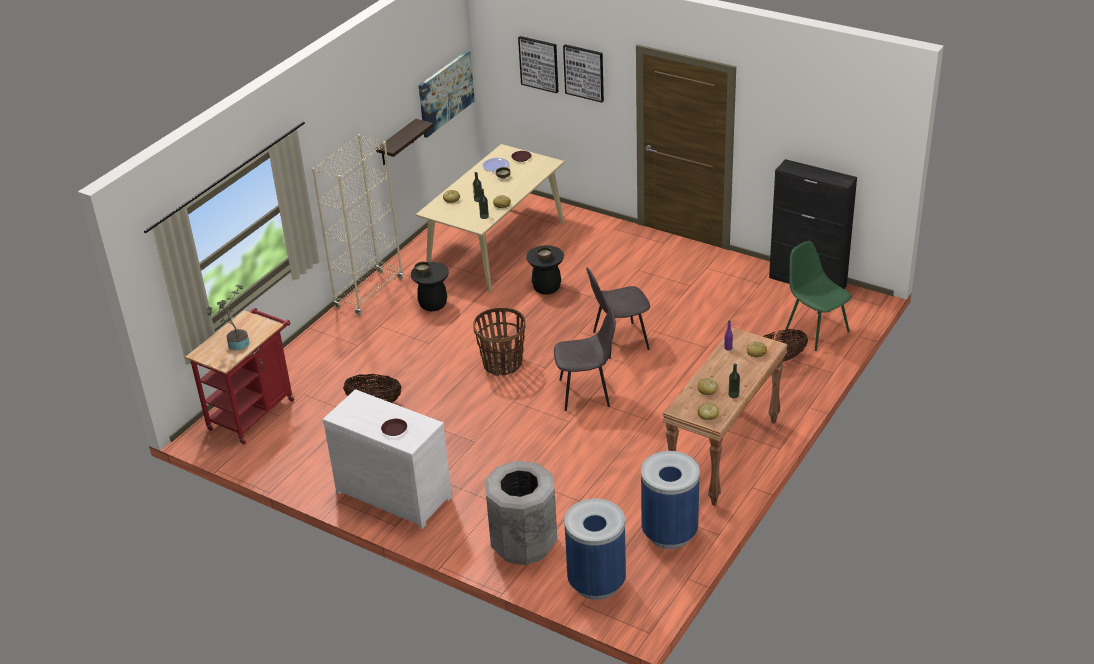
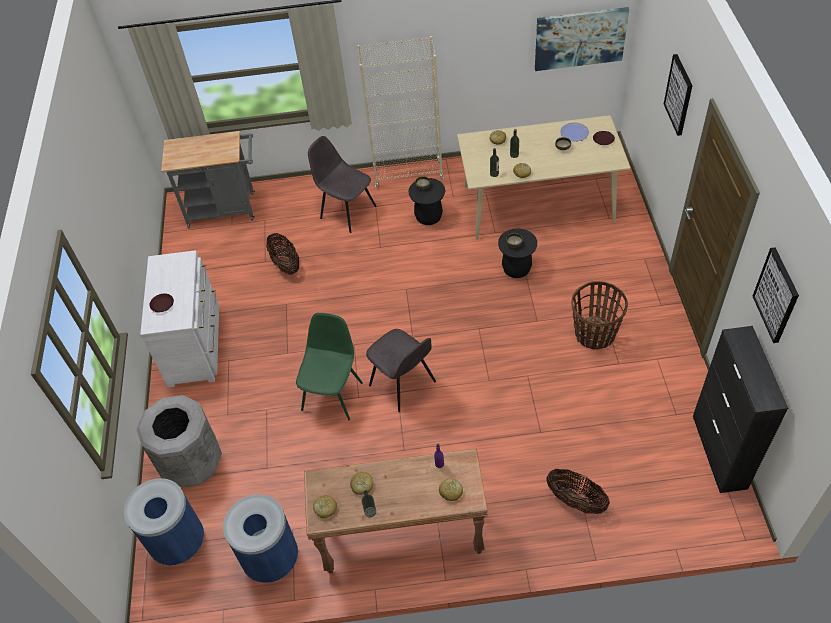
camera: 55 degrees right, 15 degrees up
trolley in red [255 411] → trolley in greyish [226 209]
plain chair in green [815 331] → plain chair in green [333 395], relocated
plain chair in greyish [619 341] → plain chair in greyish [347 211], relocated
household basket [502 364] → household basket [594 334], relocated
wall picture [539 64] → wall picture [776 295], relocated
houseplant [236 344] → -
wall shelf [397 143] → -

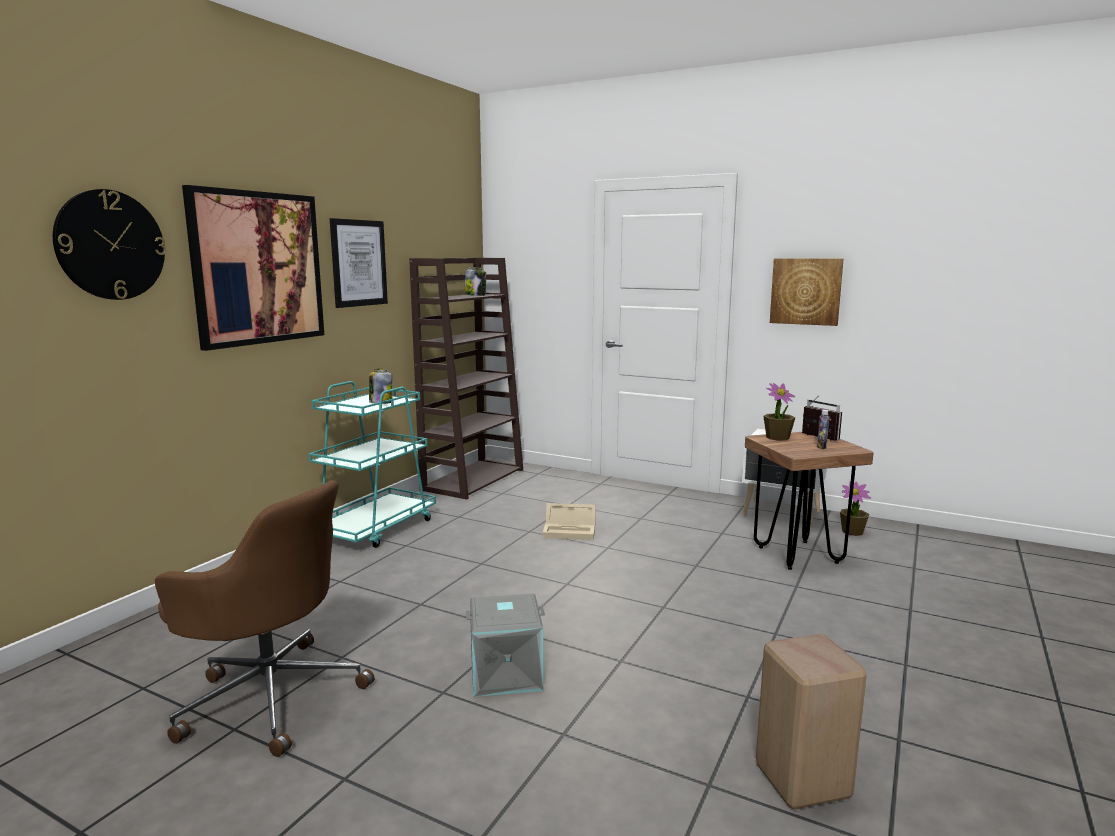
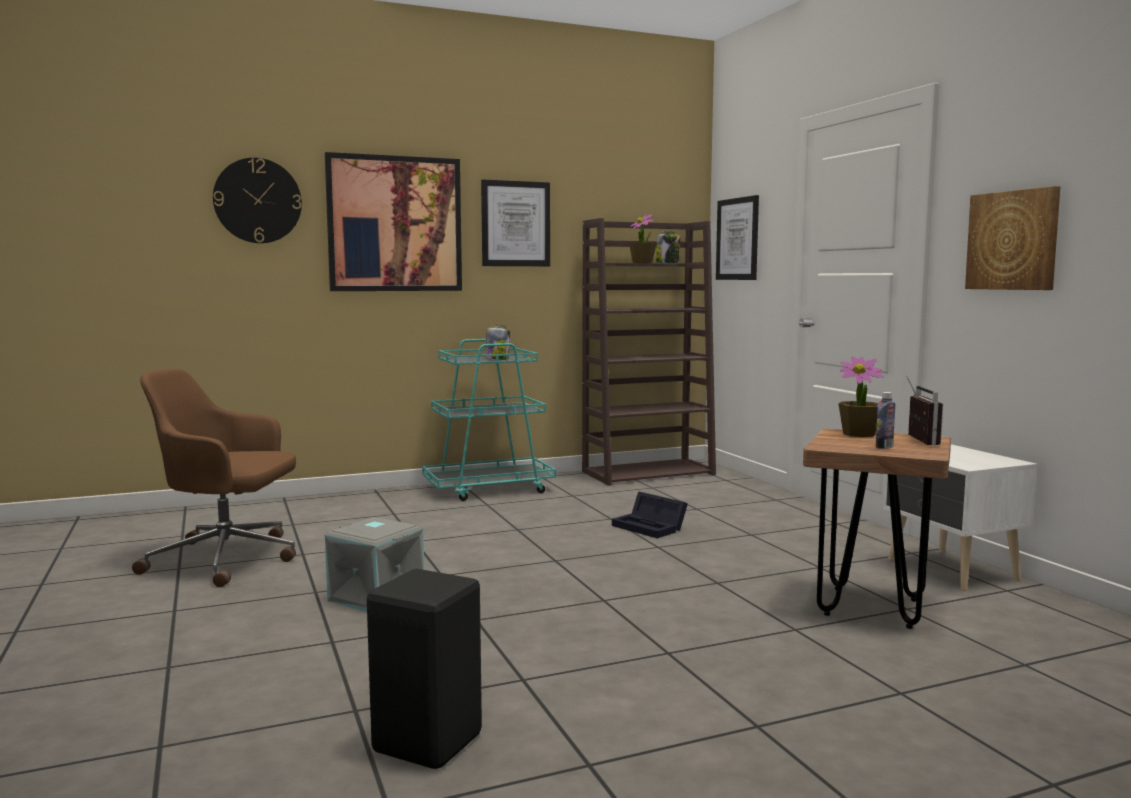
camera: 40 degrees right, 5 degrees down
desk chair in brown [271 695] → desk chair in brown [227 559], 120 degrees clockwise
stool in sand-coloured [801 783] → stool in black-coloured [424 743]
storage box in sand-coloured [571 531] → storage box in black-coloured [651 527]
houseplant [852 532] → houseplant [642 263], relocated
- → wall picture [737 239]

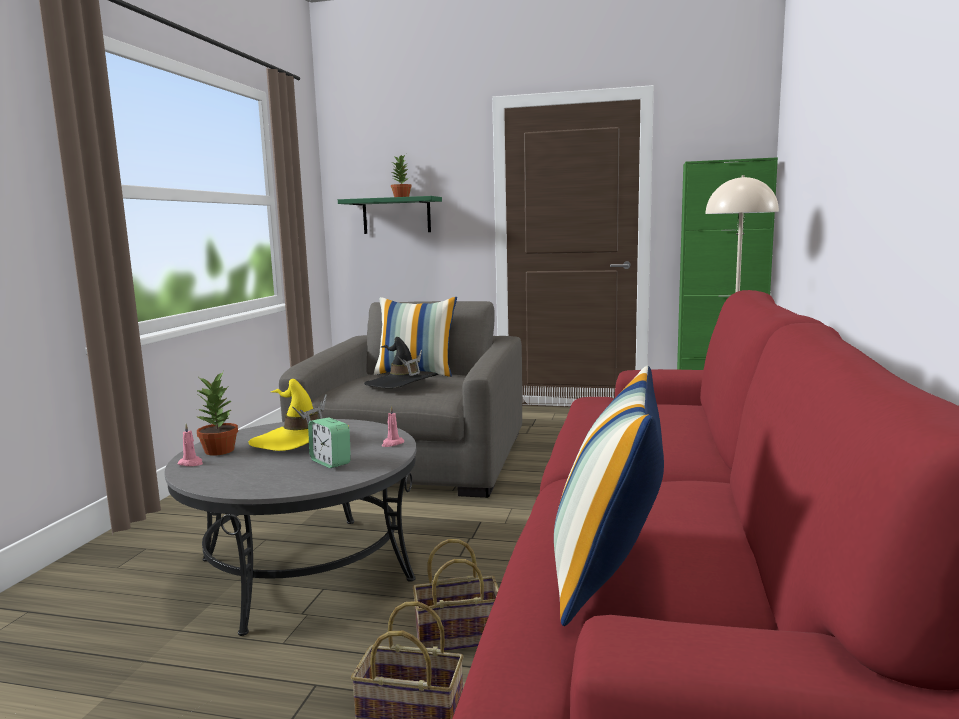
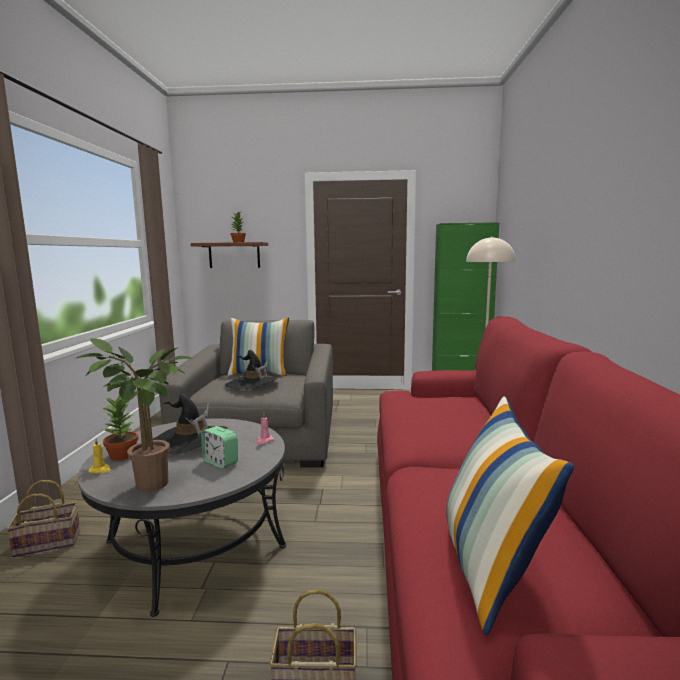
camera: 10 degrees left, 0 degrees up
household basket [460 635] → household basket [49 542], relocated
- → houseplant [147 487]
wax light in pink [191 463] → wax light in yellow-coloured [100 470]
hat in yellow-coloured [300 440] → hat in black-coloured [188 441]
wall shelf in green [396 216] → wall shelf in brown [234 255]

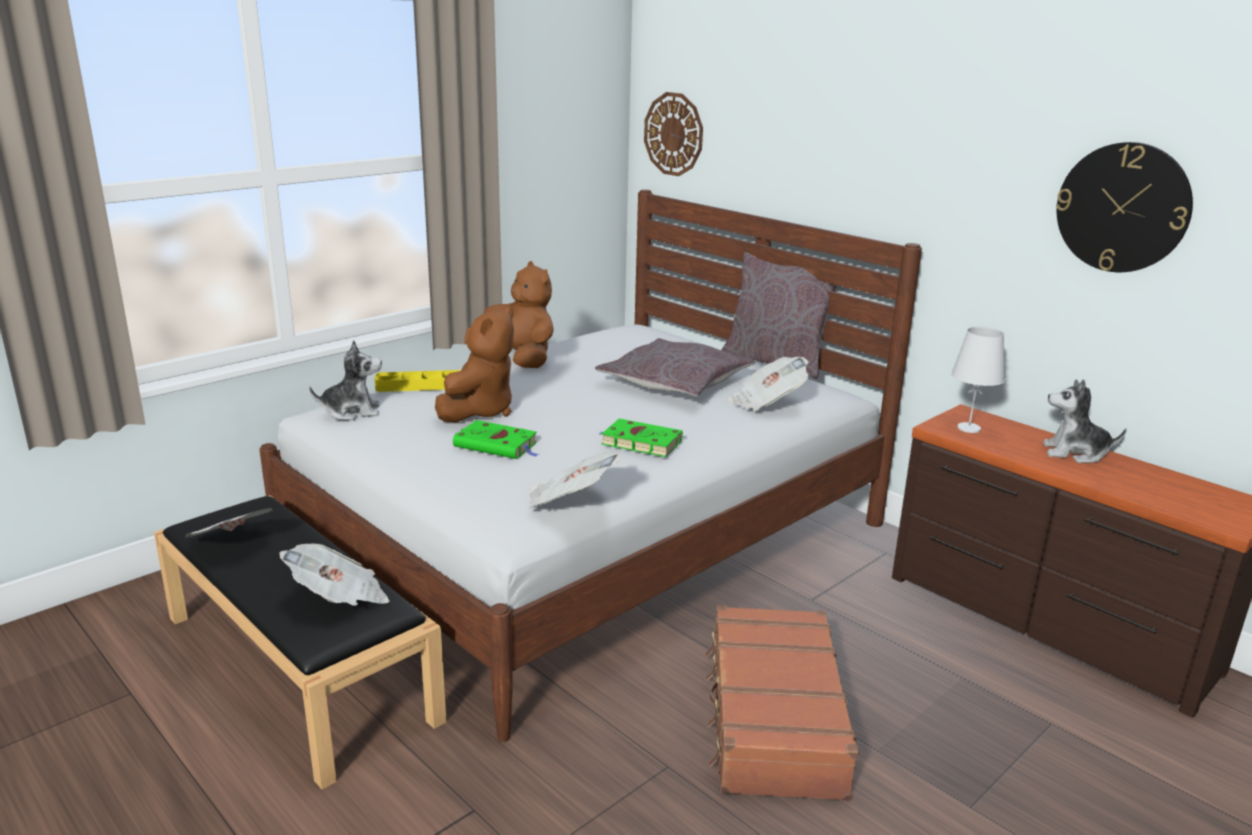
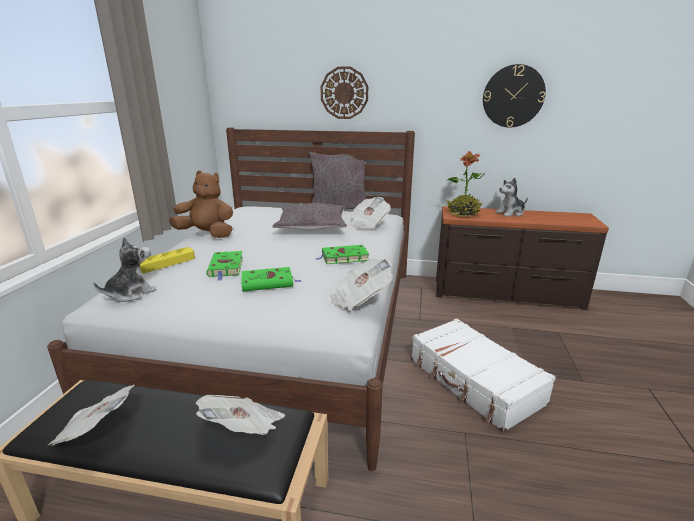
camera: 35 degrees left, 0 degrees up
plush toy in brown [479 411] → book in green [226 267]
hanging clock [673 134] → hanging clock [344 93], relocated
suitcase in brown [773 718] → suitcase in whitish [474 381]
lamp for a table in whitish [969 428] → houseplant [463 214]

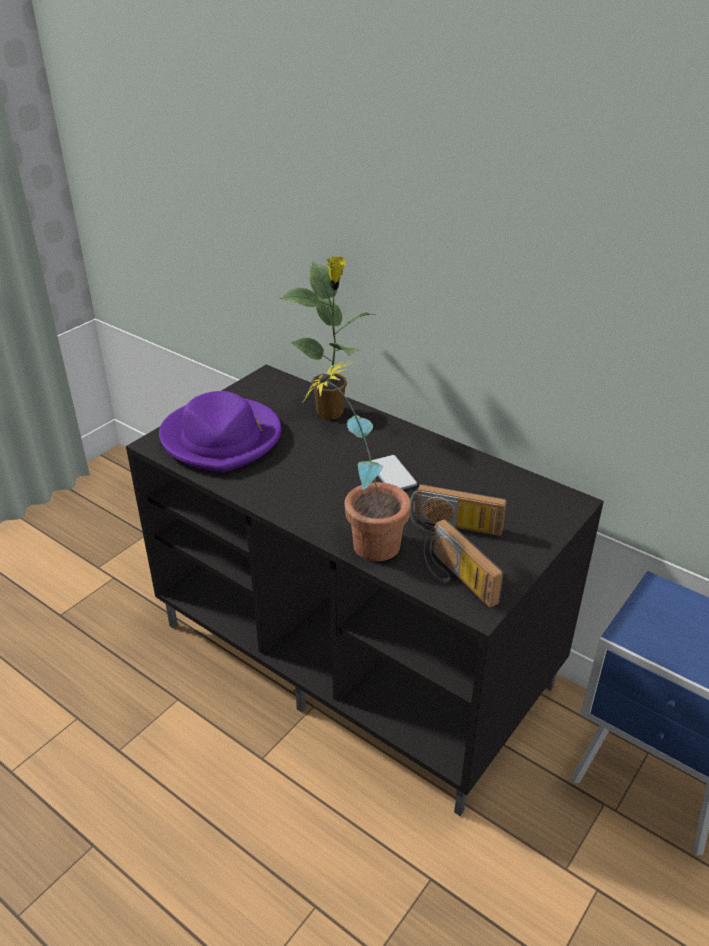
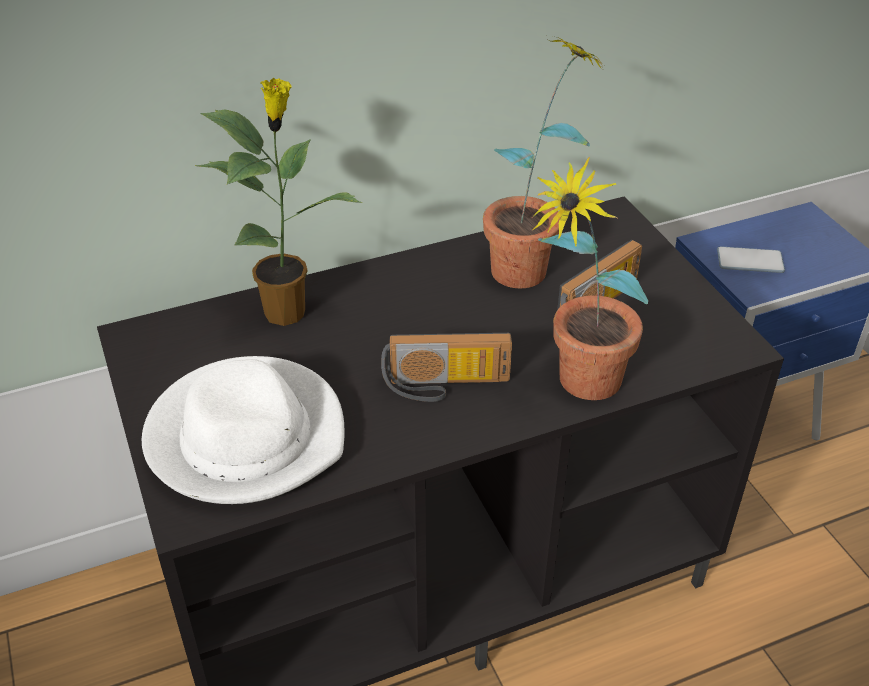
camera: 60 degrees left, 5 degrees up
hat in purple [222 438] → hat in whitish [246 435]
radio receiver [455 579] → radio receiver [446 386], relocated
- → houseplant [532 264]
handset [392 474] → handset [750 261], relocated

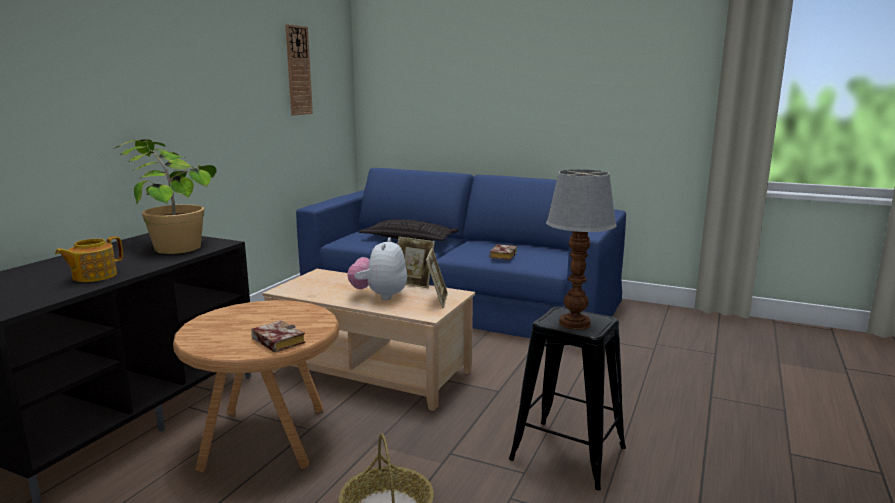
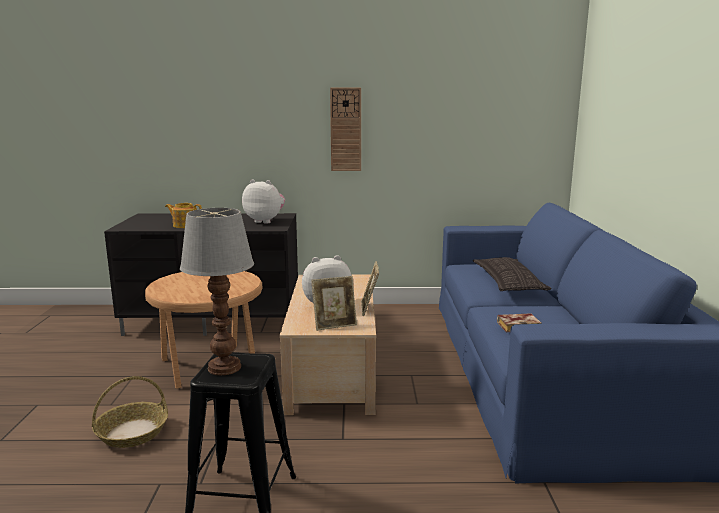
camera: 65 degrees right, 0 degrees up
houseplant [171 243] → plush toy [265 221]
hanging clock [298 70] → hanging clock [345 129], relocated
book [276 341] → -

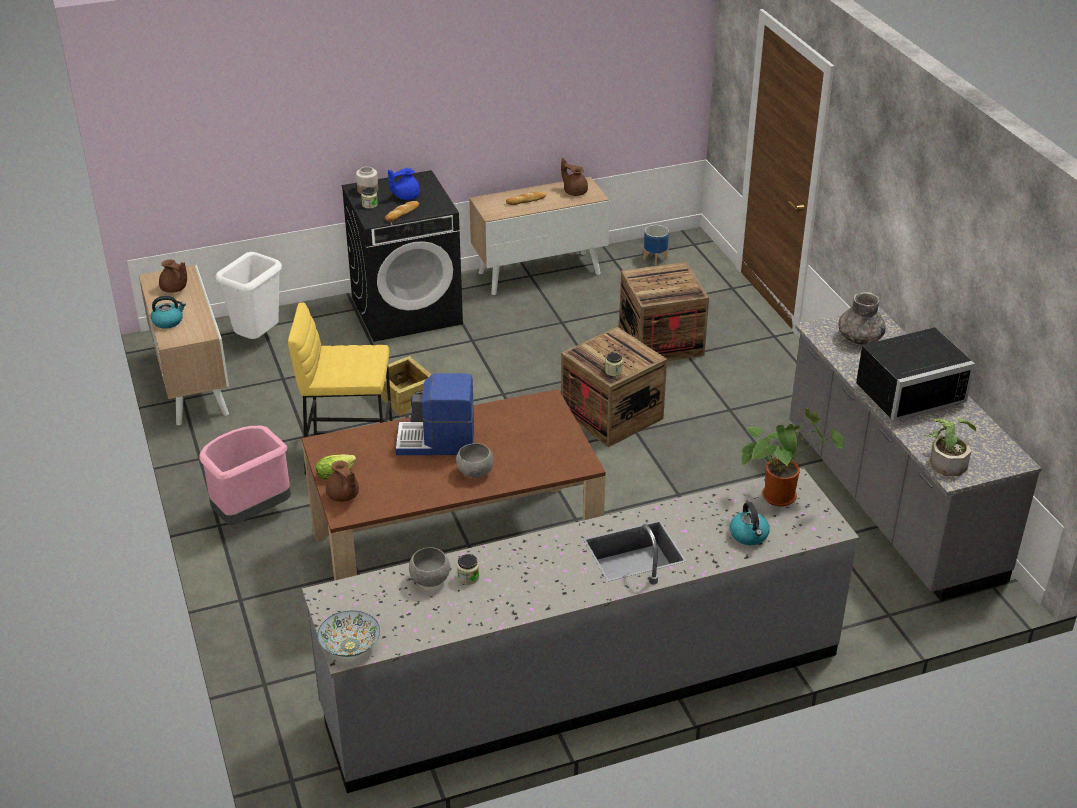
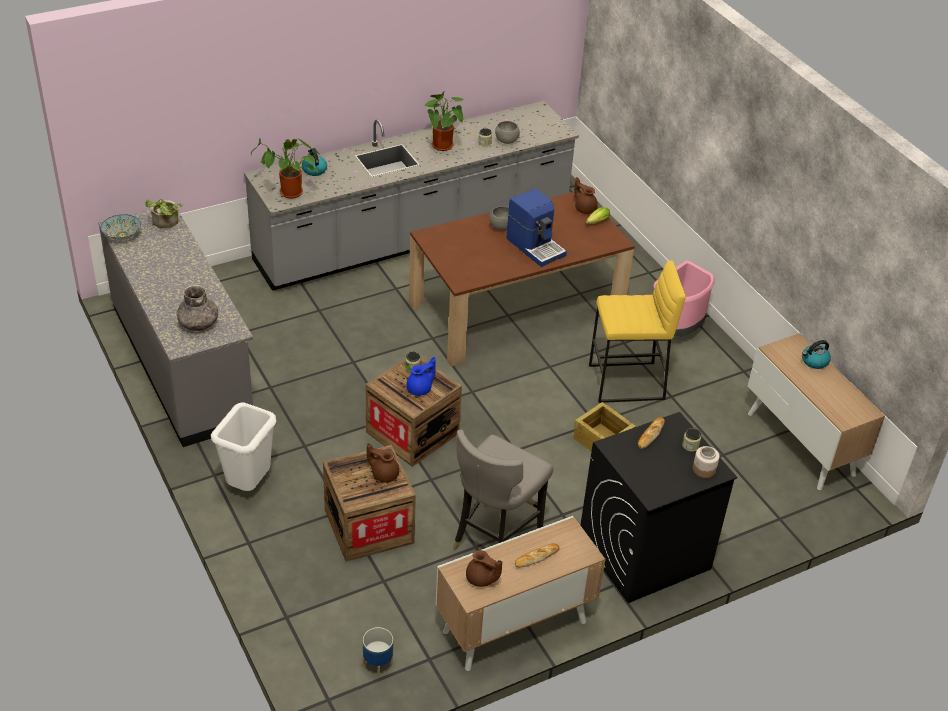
camera: 170 degrees right, 5 degrees up
deep dish [350 646] → deep dish [122 235], relocated
rubbish bin in whitish [258 339] → rubbish bin in whitish [248 486], relocated
tea pot in brown [174 289] → tea pot in brown [384 474], relocated
tea pot in blue [405 196] → tea pot in blue [420 389], relocated
- → houseplant [444 147]
- → stool in greyish [494 540]
coffee brewer [436 442] → coffee brewer [536 246], 60 degrees clockwise
microwave in black-coloured [906 390] → -

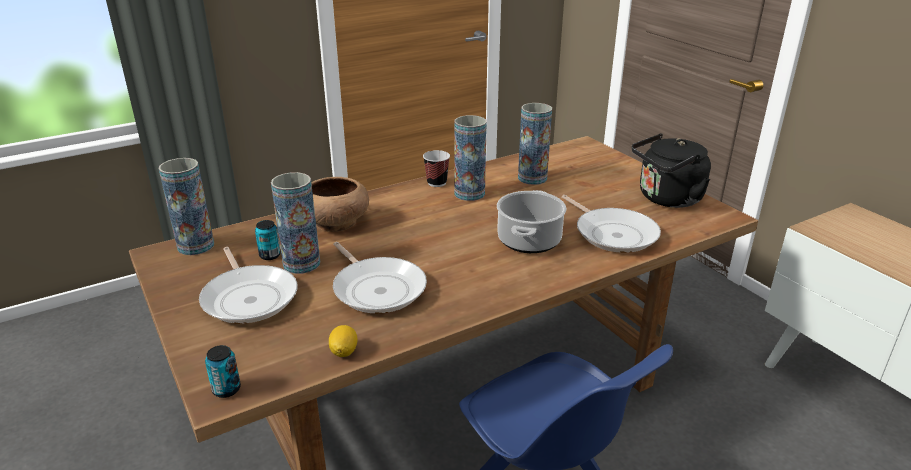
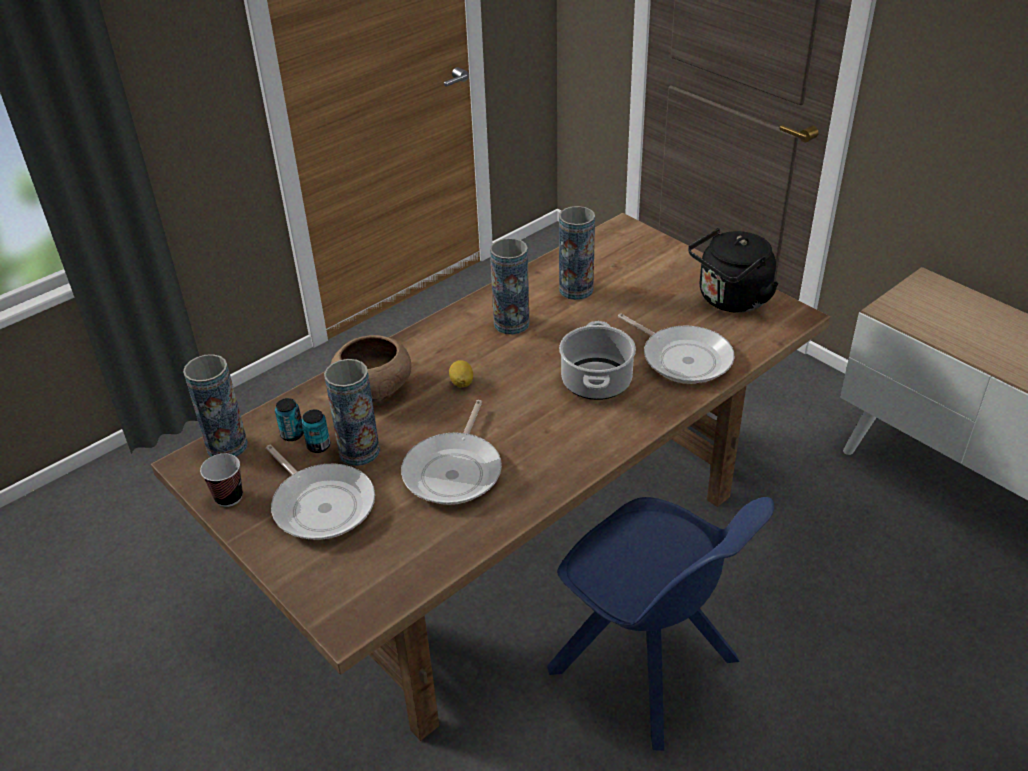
camera: 10 degrees left, 10 degrees up
small cup [436 183] → small cup [229 497], relocated
sealed can [226 389] → sealed can [292 434], relocated
pan [377 288] → pan [455 471], 60 degrees clockwise
whole lemon [344 351] → whole lemon [461 382], relocated

